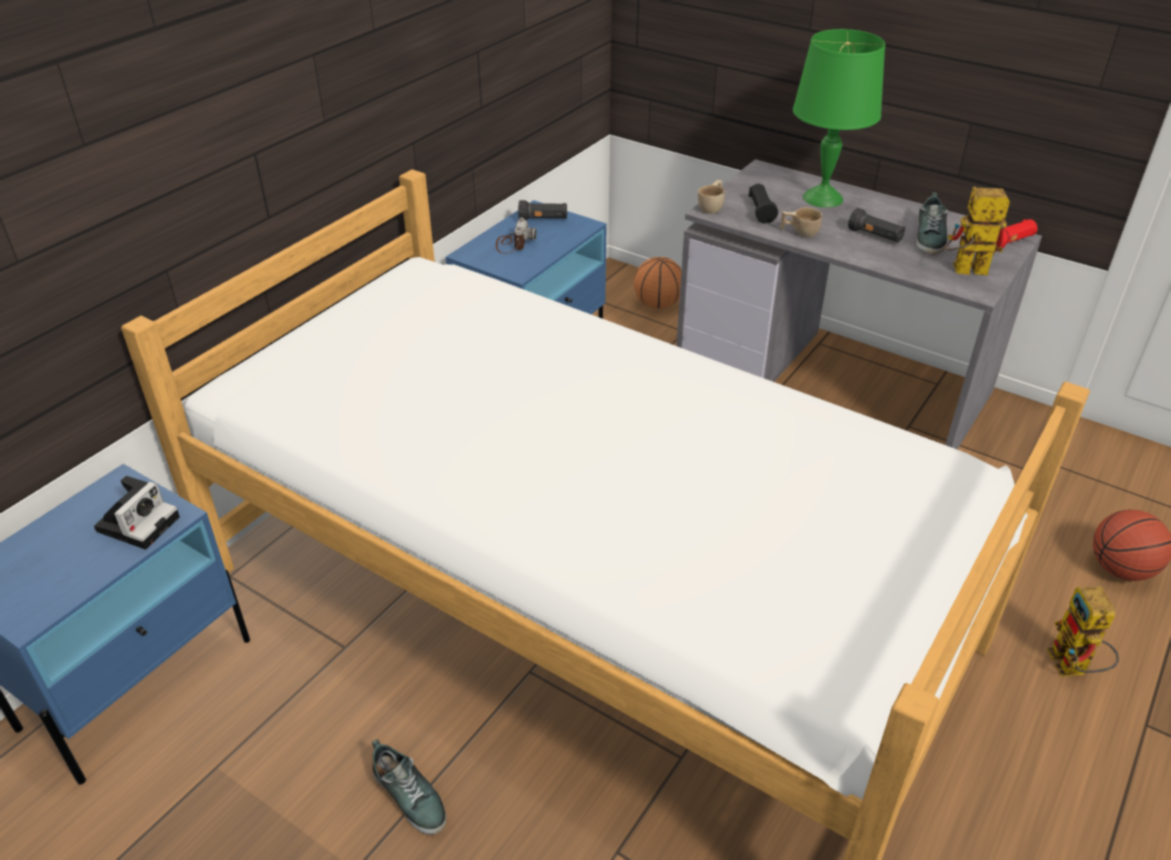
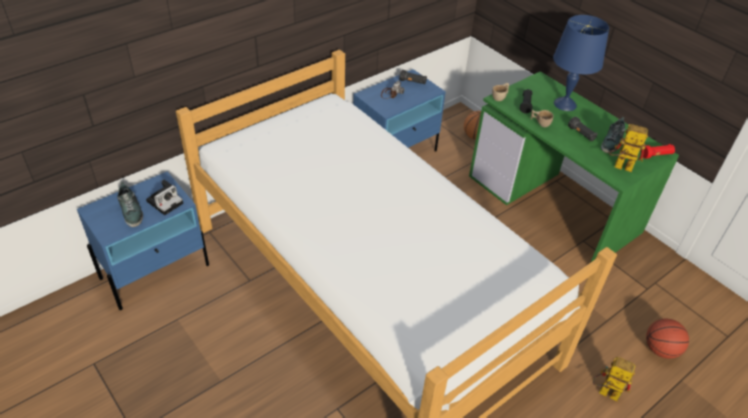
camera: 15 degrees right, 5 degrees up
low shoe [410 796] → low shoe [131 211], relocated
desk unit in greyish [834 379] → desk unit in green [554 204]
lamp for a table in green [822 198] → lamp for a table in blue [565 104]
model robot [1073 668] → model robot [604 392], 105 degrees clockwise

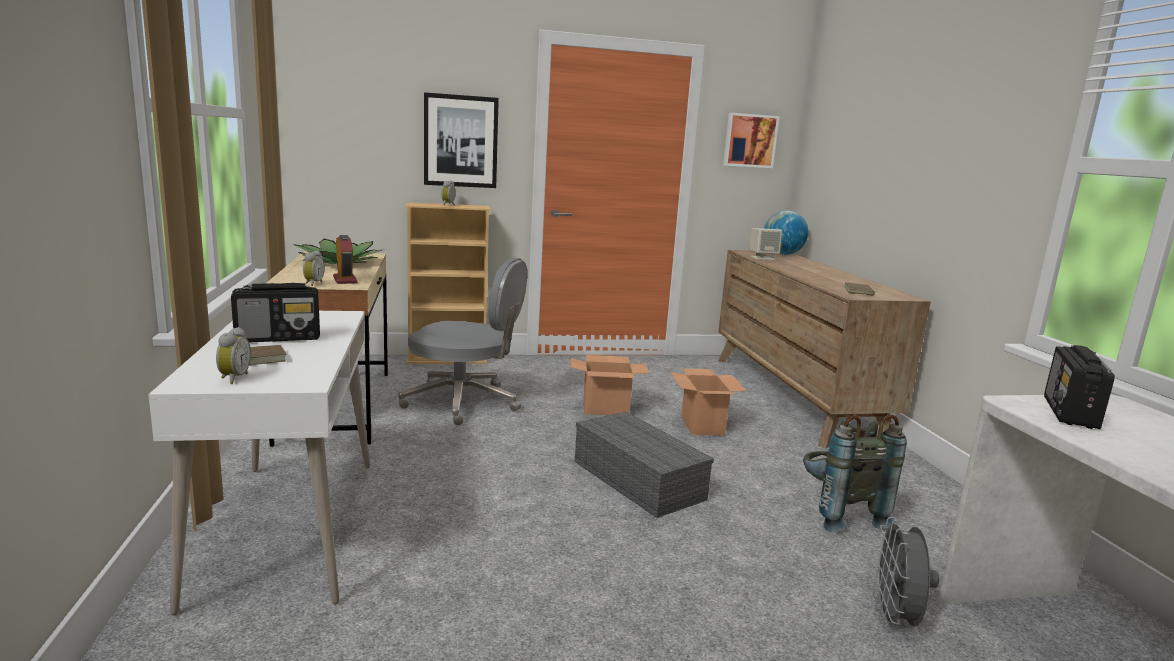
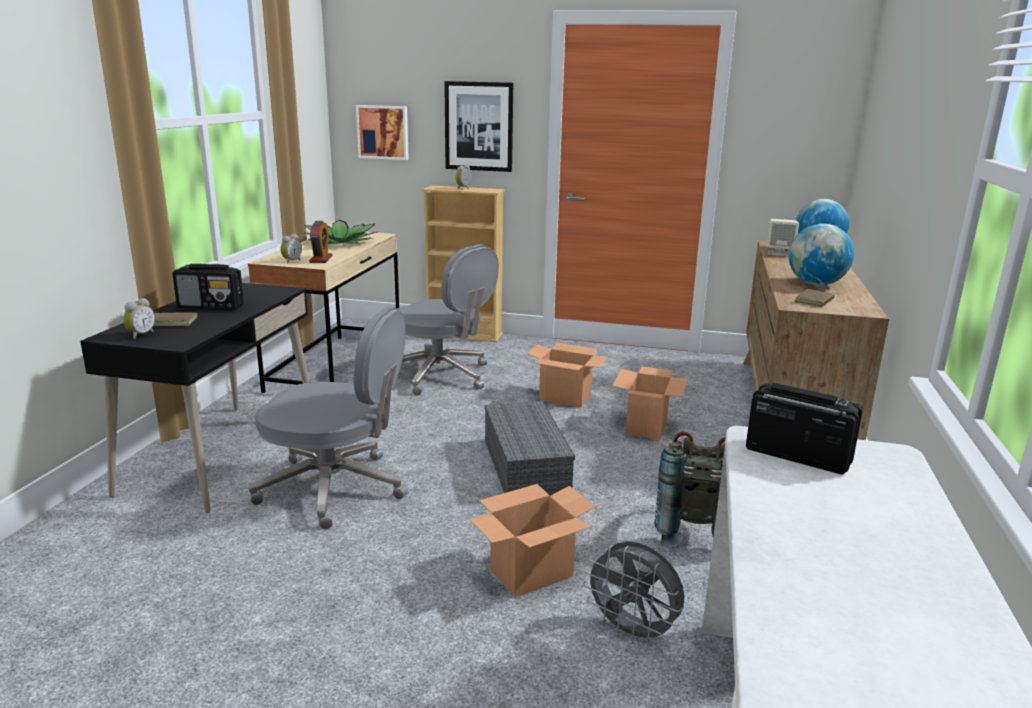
camera: 25 degrees right, 5 degrees up
desk unit in whitish [288 527] → desk unit in black-coloured [223 454]
- → desk chair in greyish [335 488]
wall picture [749 140] → wall picture [383 132], relocated
- → carton [531 574]
electric fan in greyish [894 620] → electric fan in greyish [633 632], 90 degrees counterclockwise
radio receiver [1069 413] → radio receiver [796 455], 75 degrees clockwise
- → globe [816 284]

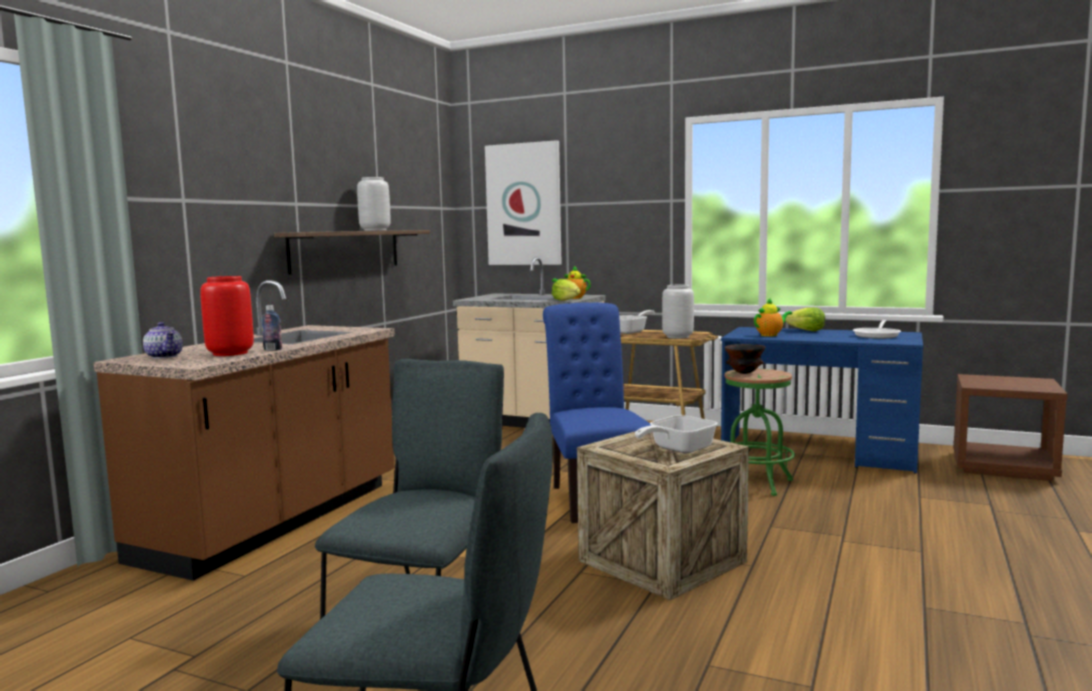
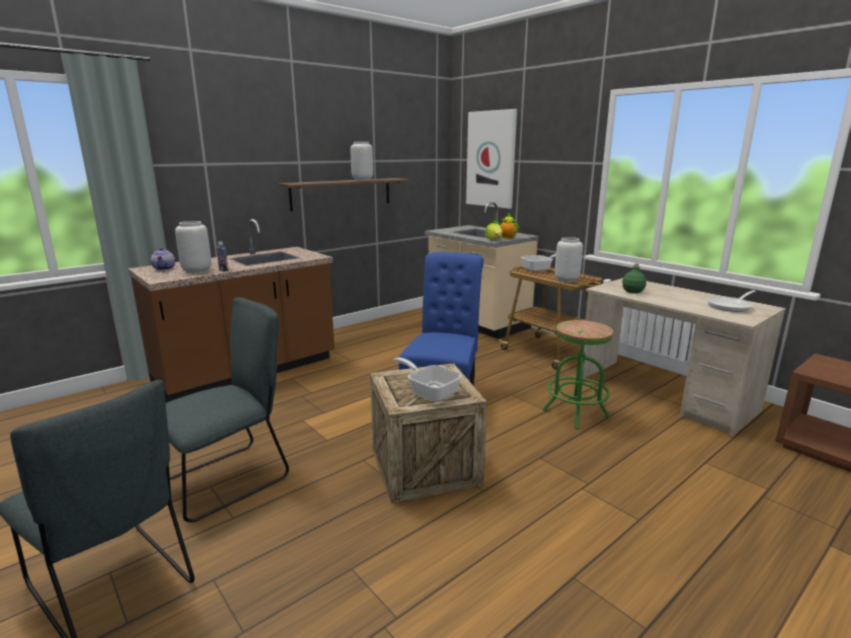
camera: 25 degrees right, 10 degrees up
decorative vase in red [231 353] → decorative vase in greyish [197 271]
pan [677 449] → pan [429 392], 60 degrees clockwise
desk unit in blue [818 452] → desk unit in sand-coloured [664 395]
tea pot [770 335] → drink bottle in green [632 291]
deep dish in black-coloured [743 373] → -
lettuce [807 331] → -

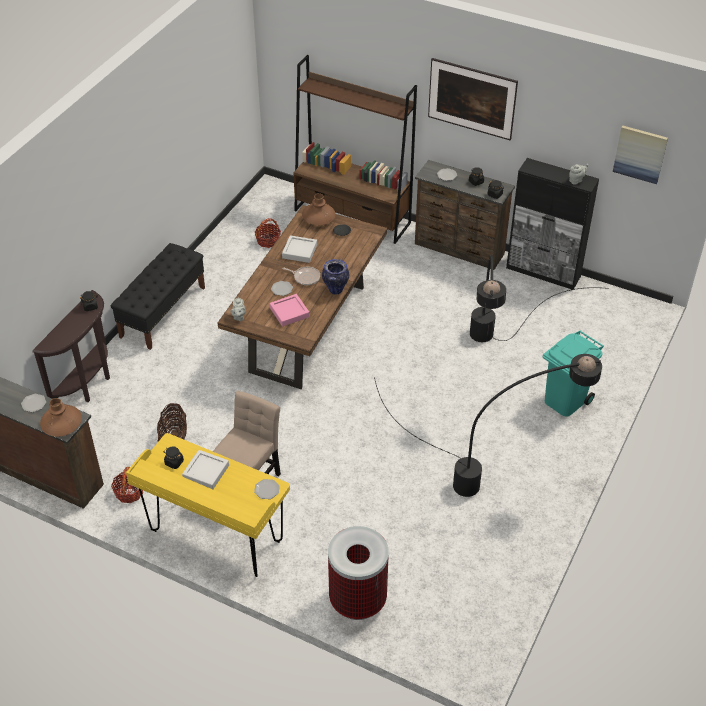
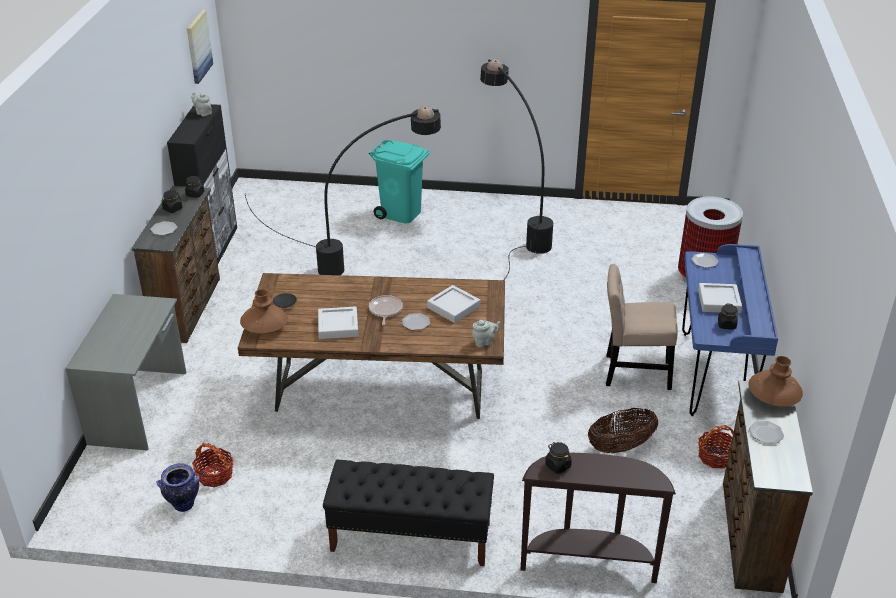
camera: 110 degrees left, 10 degrees down
shelving unit in brown [352 217] → desk unit in greyish [140 407]
decorative vase [335 289] → decorative vase [183 505], relocated
carrying tray in pink [289 312] → carrying tray in greyish [453 307]
desk unit in yellow-coloured [216 537] → desk unit in blue [714 375]
wall picture [470 113] → -

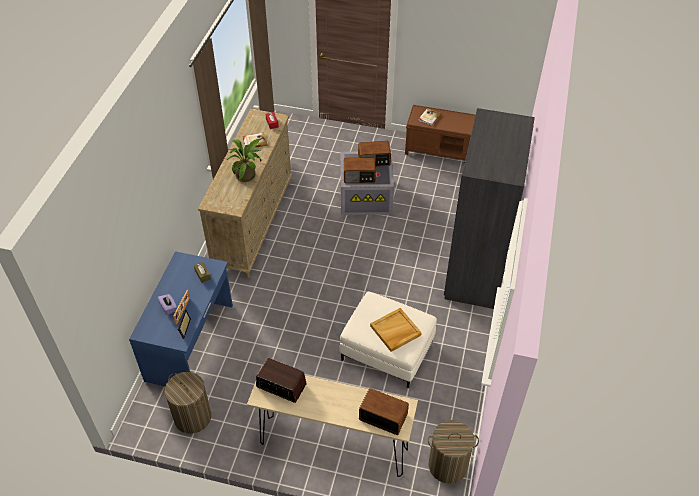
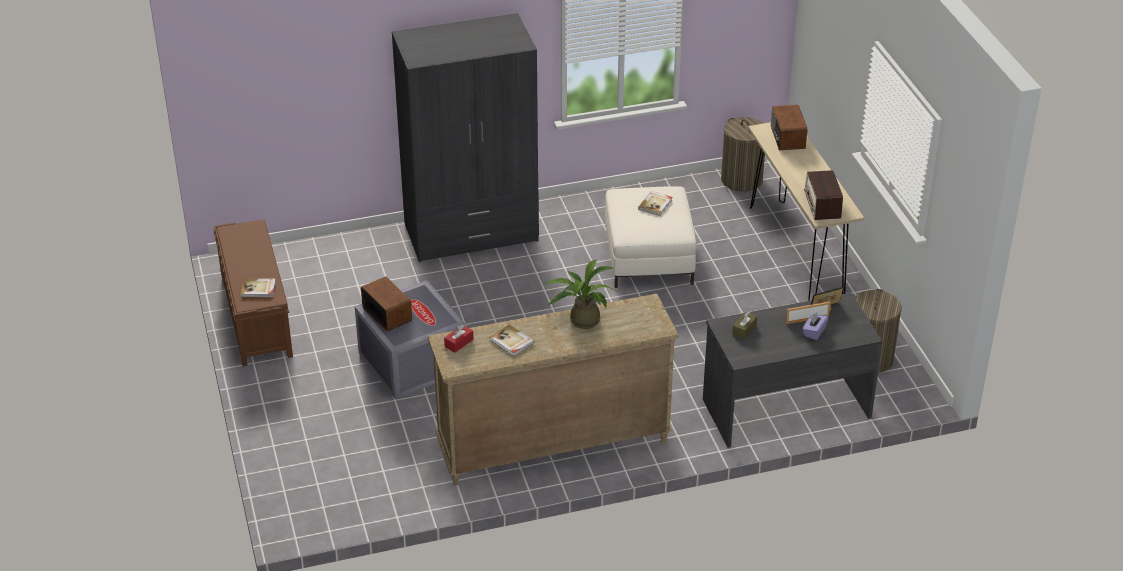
camera: 120 degrees left, 10 degrees down
carrying tray in sand-coloured [395 331] → book [655 204]
desk unit in blue [191 342] → desk unit in greyish [785 407]
radio receiver [359 177] → -

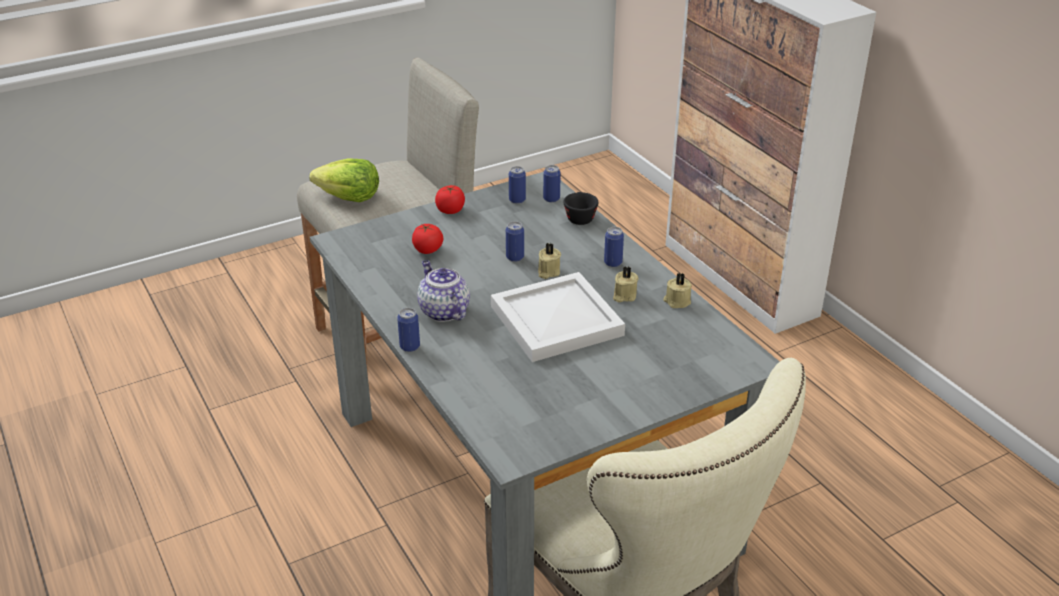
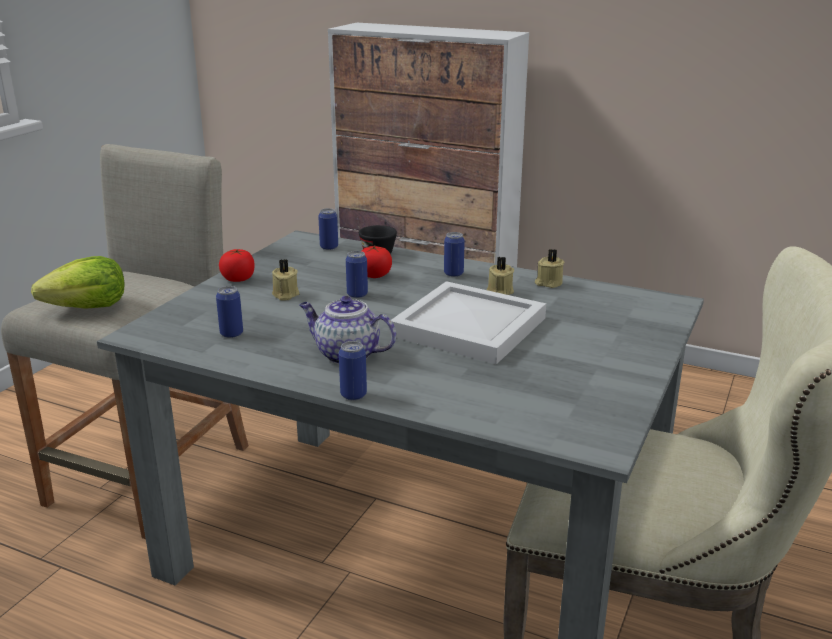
camera: 35 degrees left, 10 degrees down
sealed can [517 200] → sealed can [231 334], relocated
wax light in sand-coloured [548 272] → wax light in sand-coloured [285 295], relocated
fresh tomato [428 250] → fresh tomato [375 275], relocated

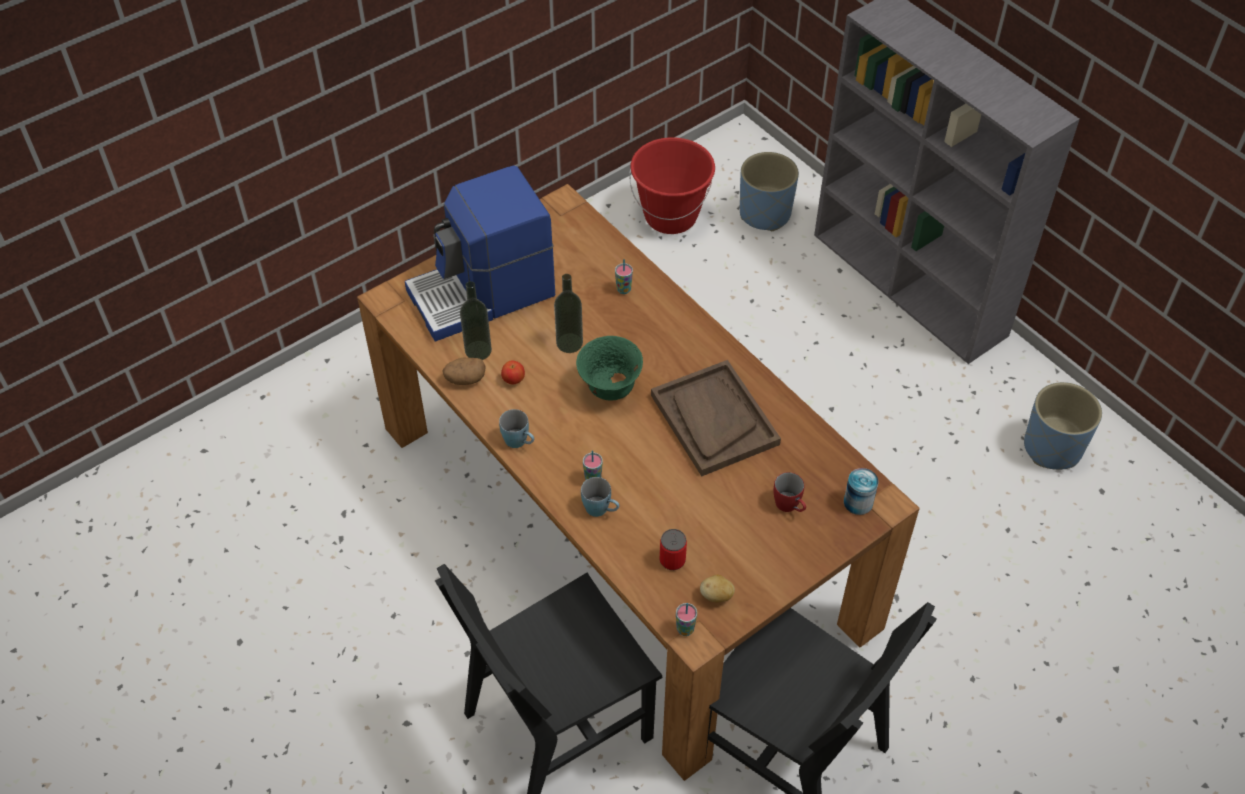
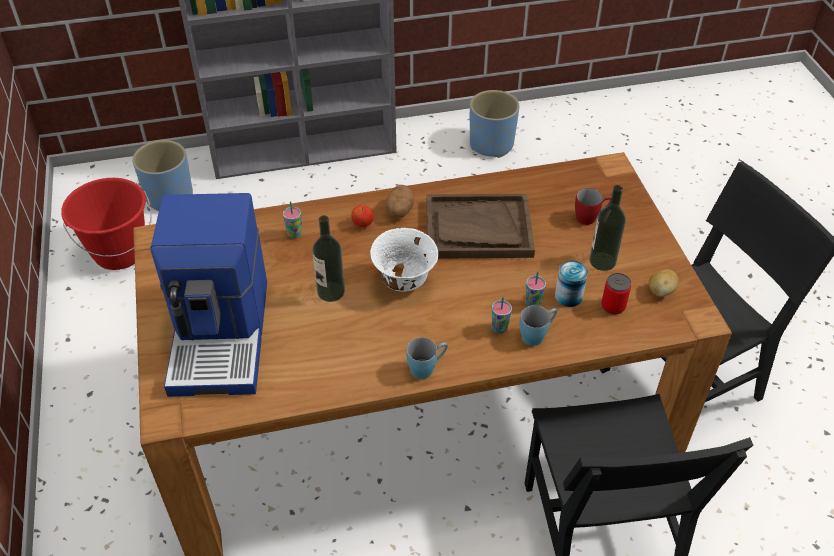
camera: 65 degrees left, 5 degrees down
apple fruit [513 380] → apple fruit [363 224], relocated
deep dish in green [610 389] → deep dish in whitish [404 282]
potato [465 379] → potato [399 211], relocated
small cup [685 629] → small cup [533 304], relocated
sealed can [858 502] → sealed can [568 296], relocated
drink bottle [478 350] → drink bottle [602 261], relocated

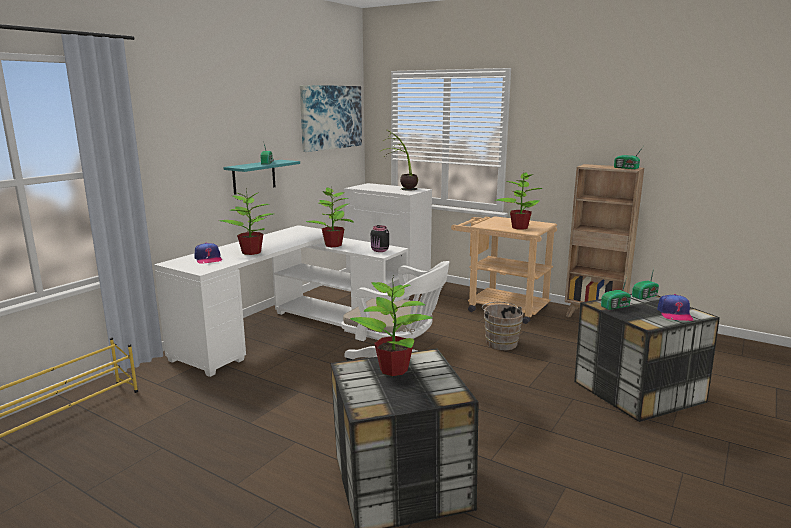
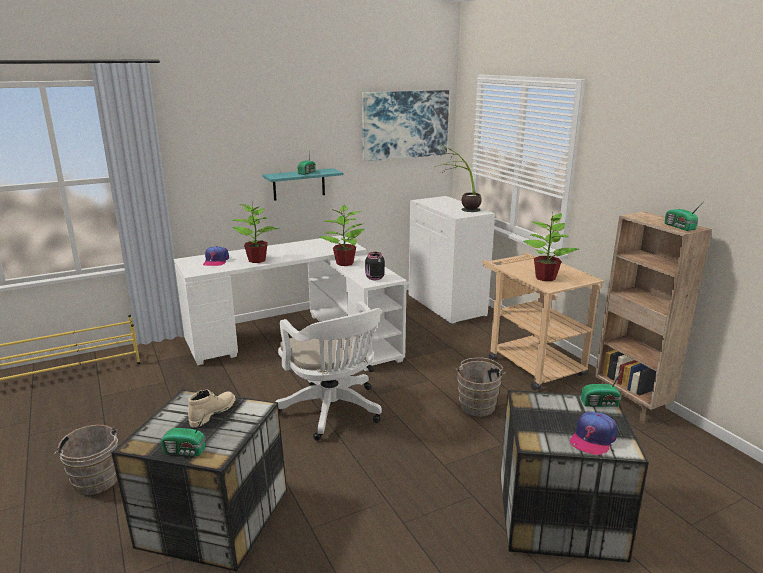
camera: 30 degrees right, 5 degrees up
- → pail in brown [96 483]
radio receiver [616 306] → radio receiver [185 451], relocated
houseplant [394 369] → high-top boot in sand-coloured [212 413]

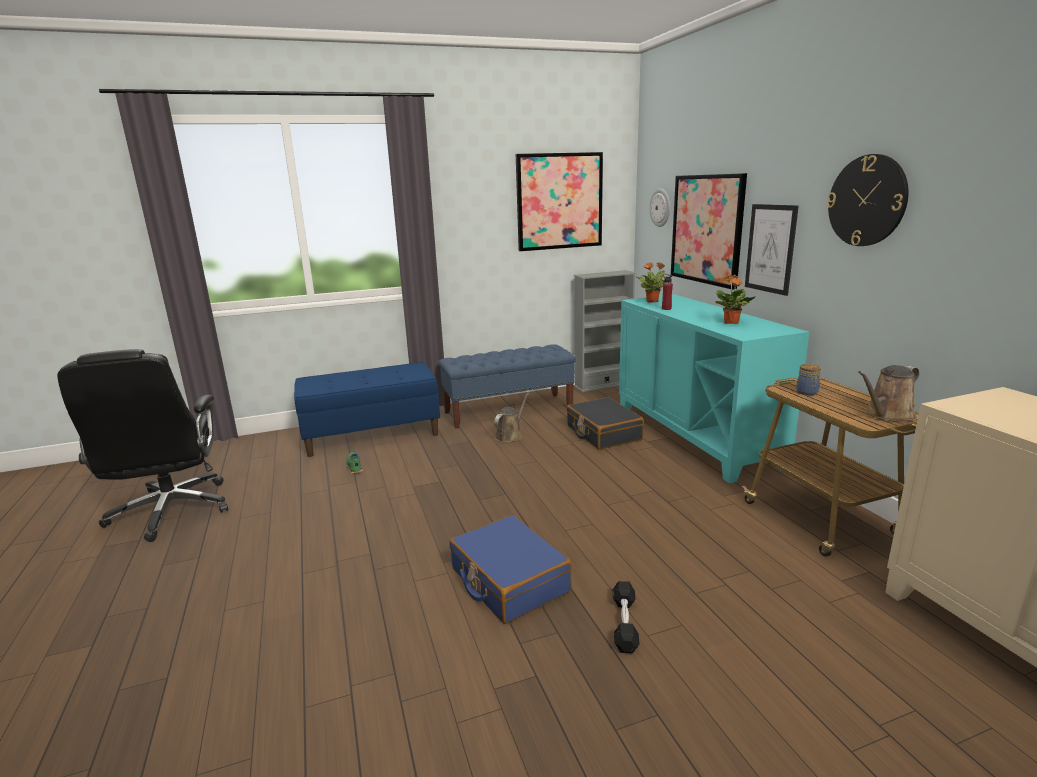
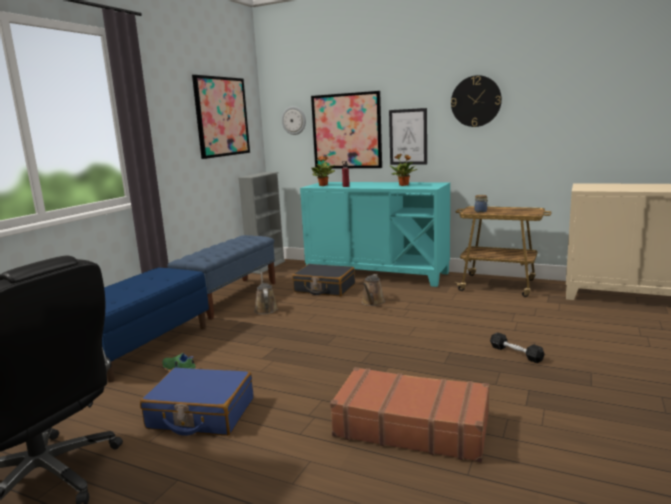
camera: 45 degrees left, 5 degrees down
suitcase in blue [509 581] → suitcase in blue [201 414], relocated
- → suitcase in brown [411 426]
watering can in brown [887 415] → watering can in brown [372 302], relocated

